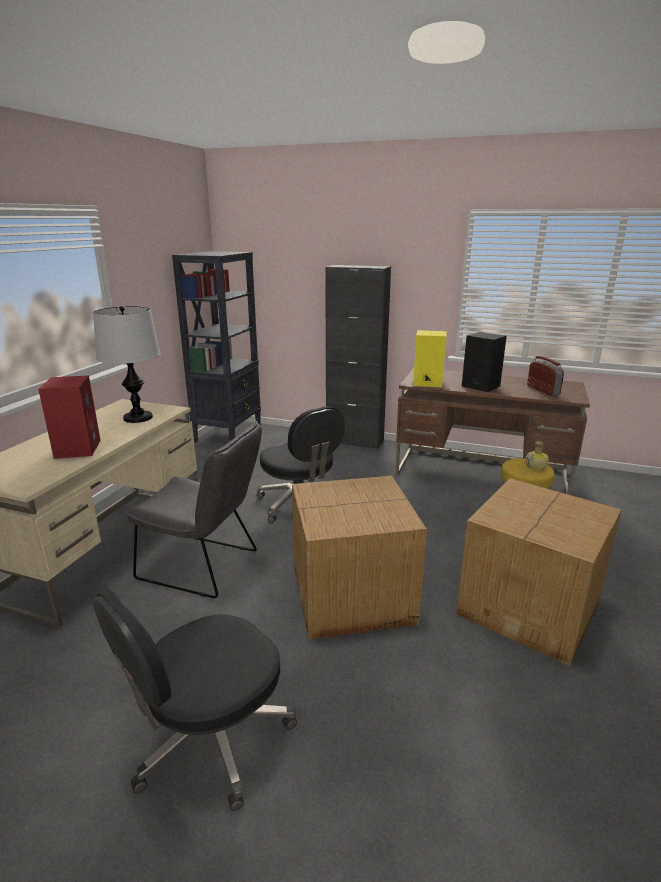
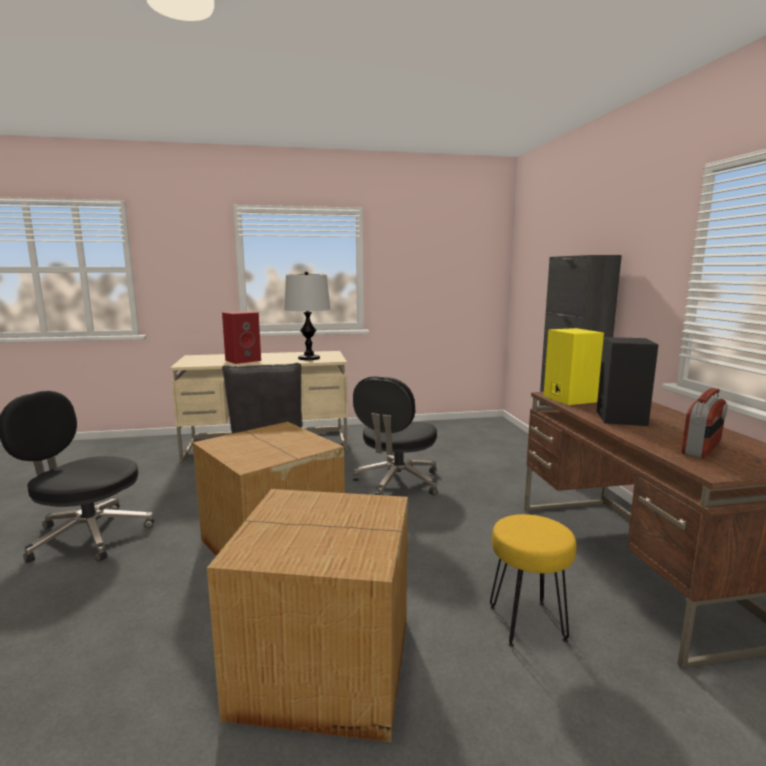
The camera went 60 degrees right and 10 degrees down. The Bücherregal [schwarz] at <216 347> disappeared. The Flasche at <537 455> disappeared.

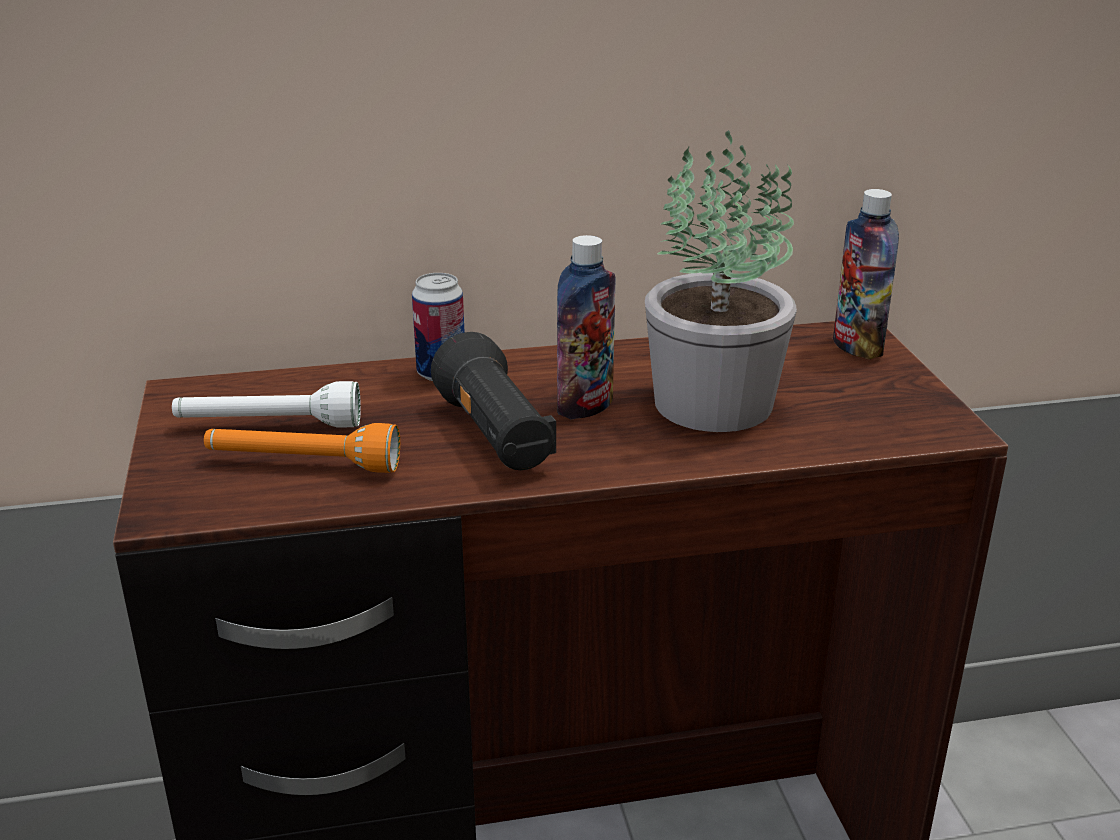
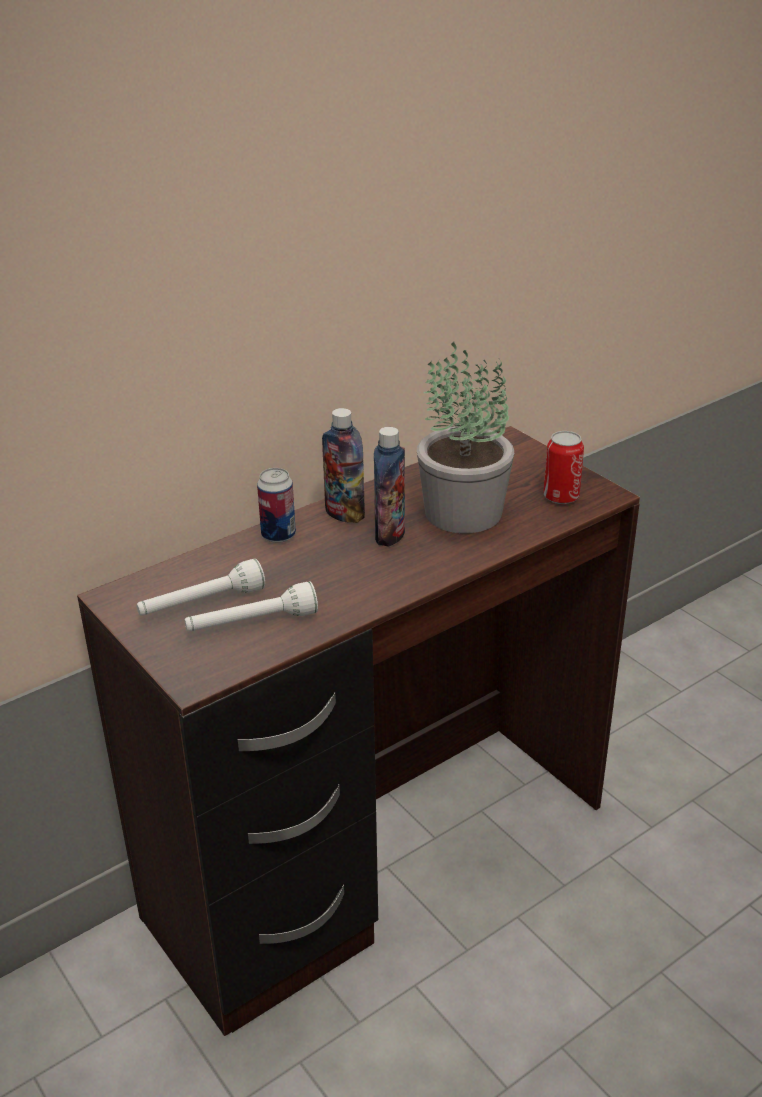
The camera went 25 degrees left and 5 degrees up. The Taschenlampe [orange] at <302 448> became the Taschenlampe [weiß] at <251 606>. The Taschenlampe [schwarz] at <493 401> disappeared. The Flasche moved from <866 274> to <343 465>. The Dose at <563 467> appeared.

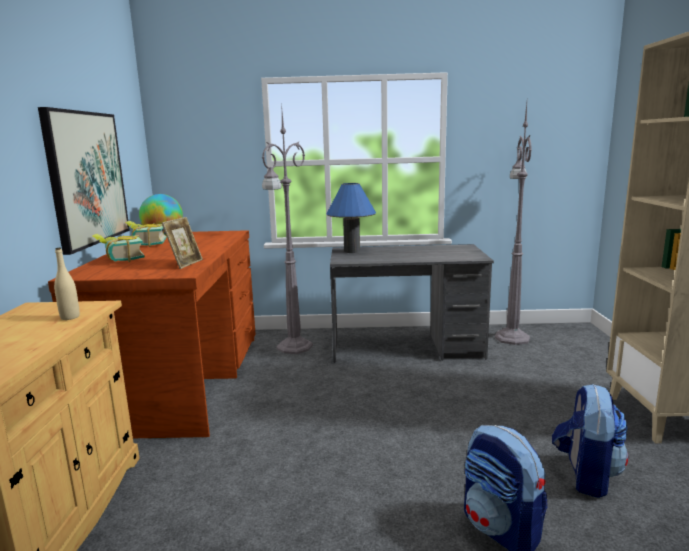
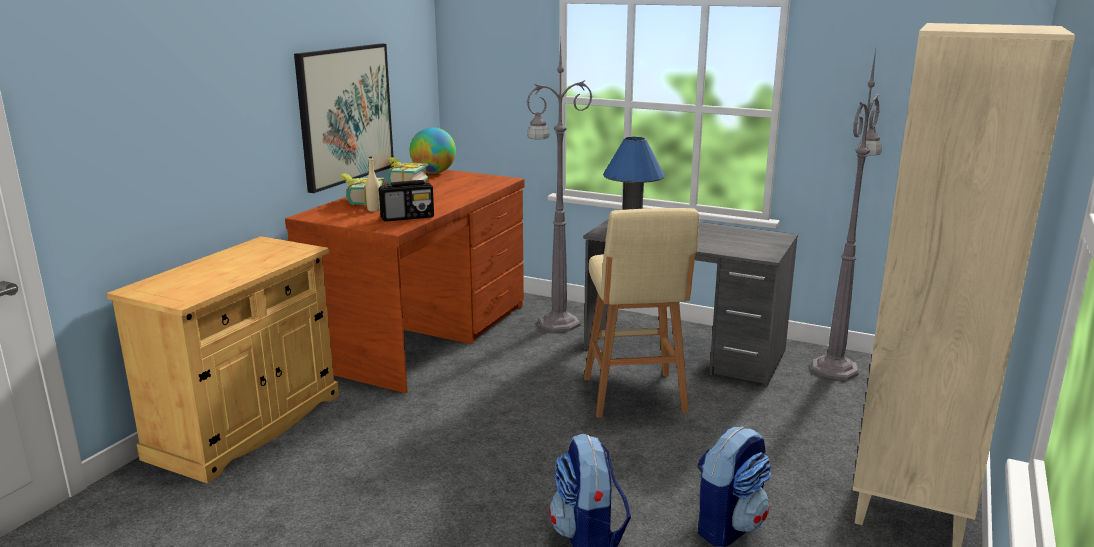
The camera went 25 degrees right and 5 degrees up. The Flasche [beige] moved from <67 284> to <373 184>. The Bilderrahmen at <182 243> was replaced by the Radio at <406 201>. The Hocker [beige] at <641 313> appeared.

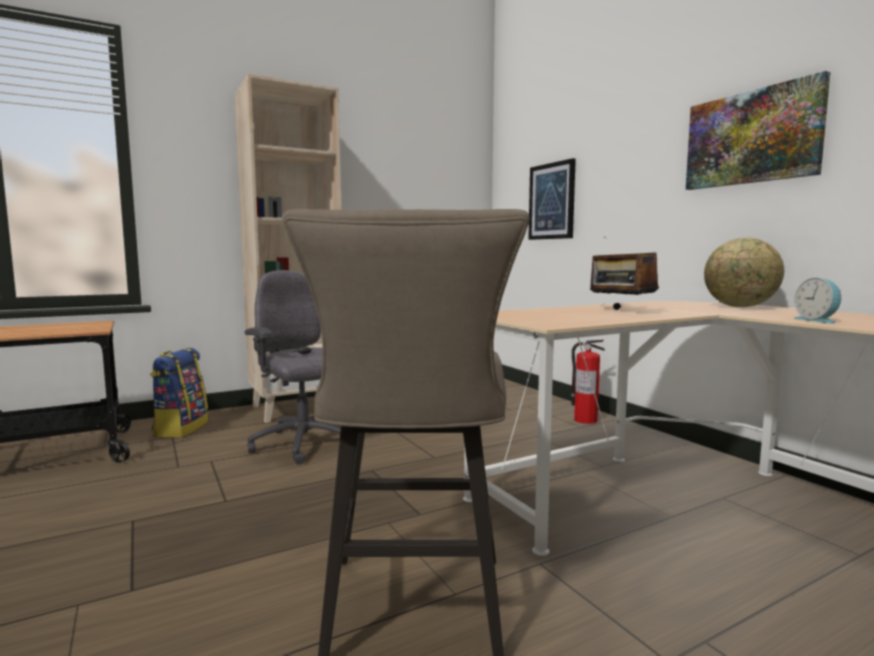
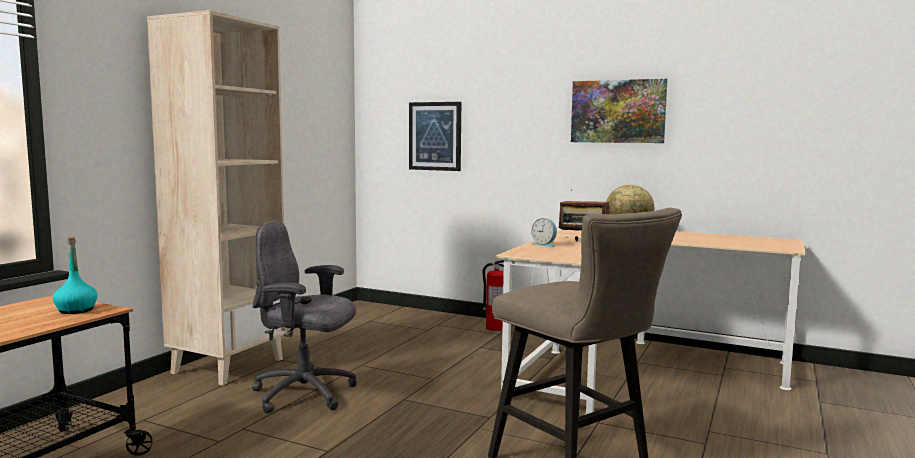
The camera went 35 degrees left and 0 degrees up. The Rucksack at <179 392> disappeared. The Wecker moved from <817 300> to <544 232>. The Flasche [türkis] at <75 275> appeared.

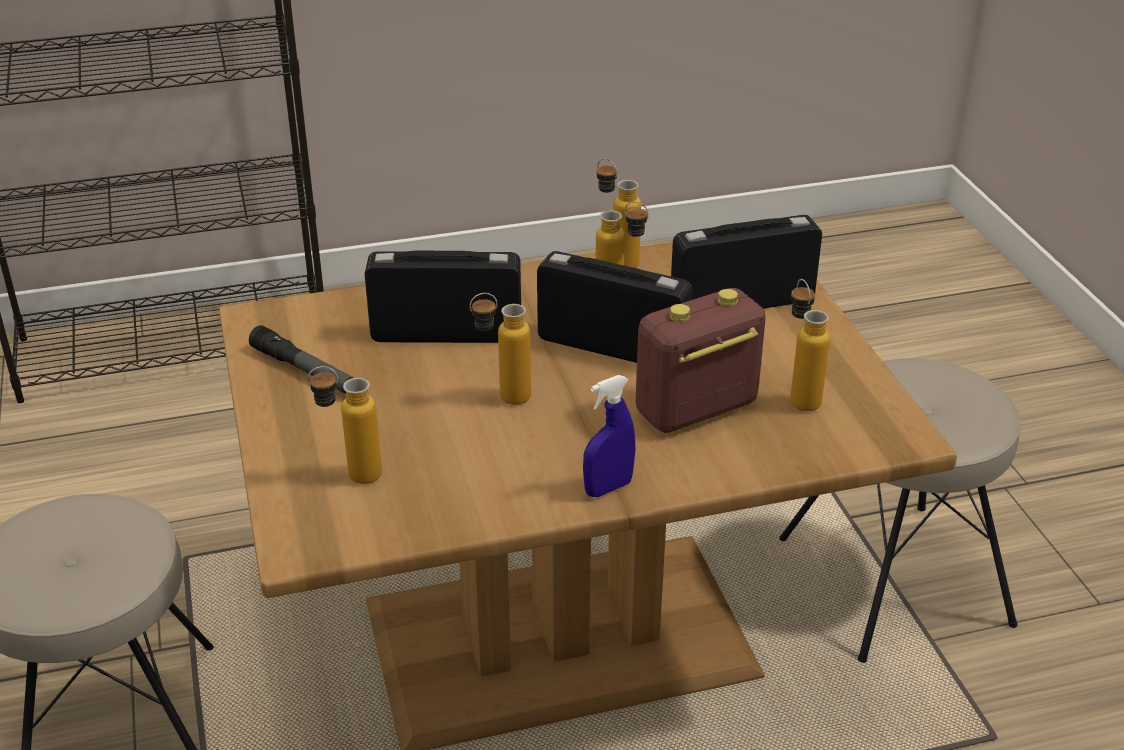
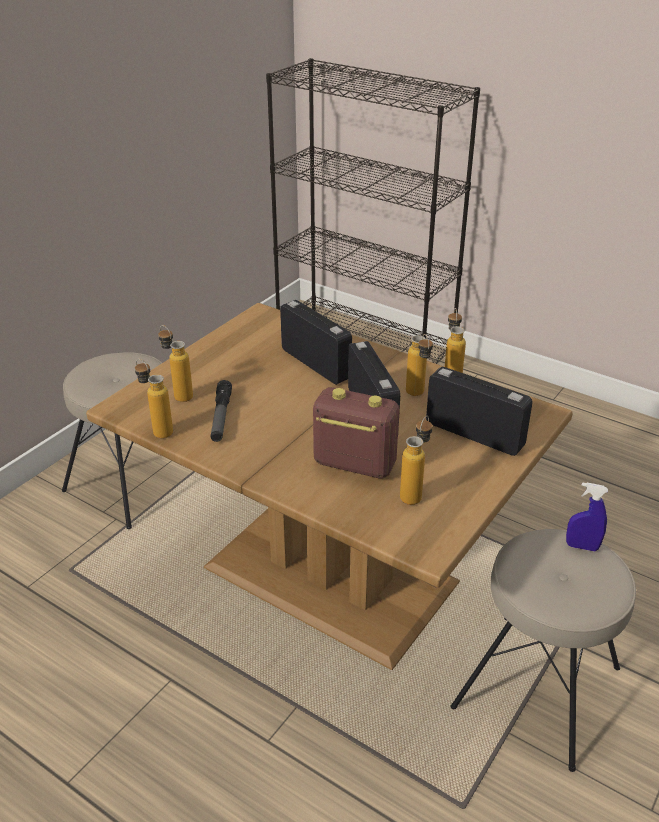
The camera went 50 degrees right and 0 degrees up. The Taschenlampe moved from <301 359> to <221 411>. The Flasche moved from <500 349> to <154 399>. The Sprühflasche [blau] moved from <609 436> to <587 516>.

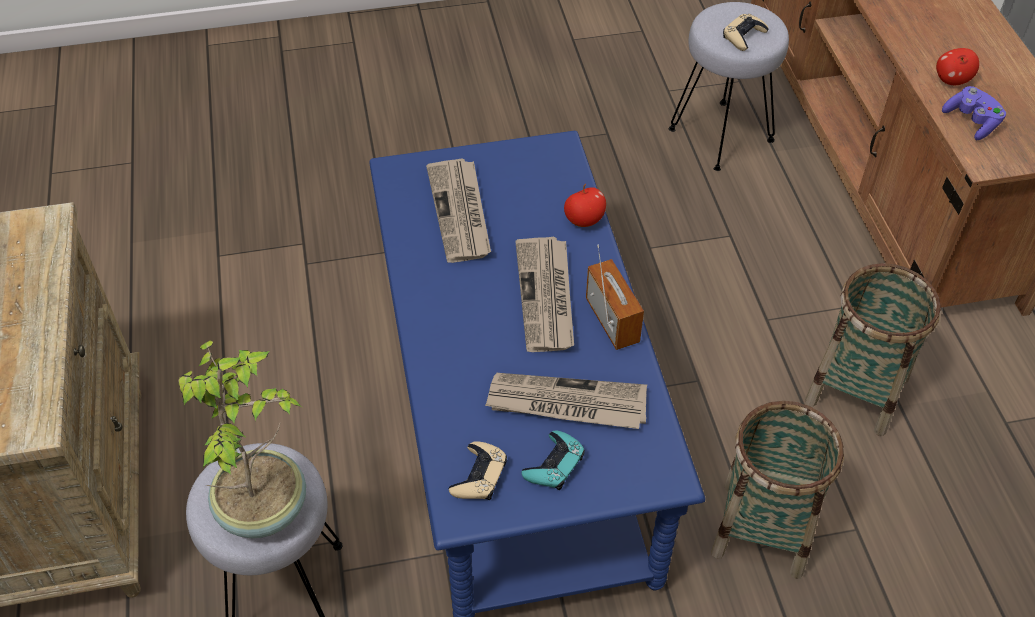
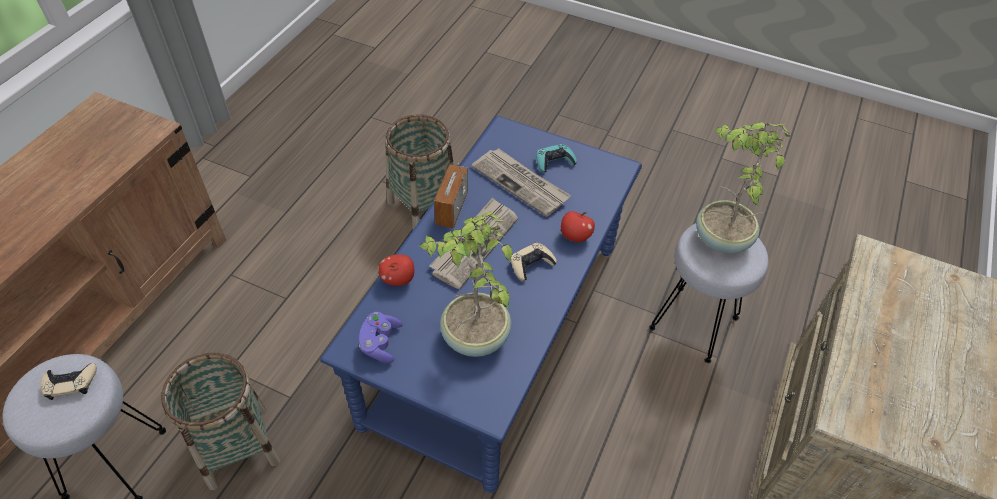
The camera went 145 degrees left and 0 degrees up. The Zeitung at <458 210> was replaced by the Topfpflanze at <465 284>. The Gamepad [beige] moved from <478 470> to <534 262>. The Korb moved from <873 349> to <220 421>. The Apfel moved from <957 66> to <578 226>. The Gamepad [lila] moved from <974 113> to <380 337>.

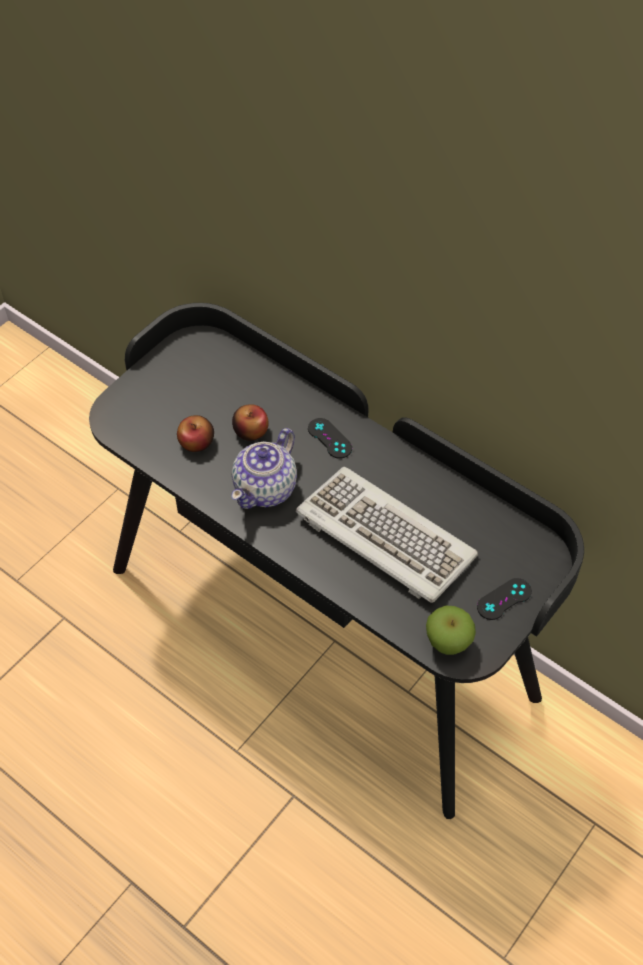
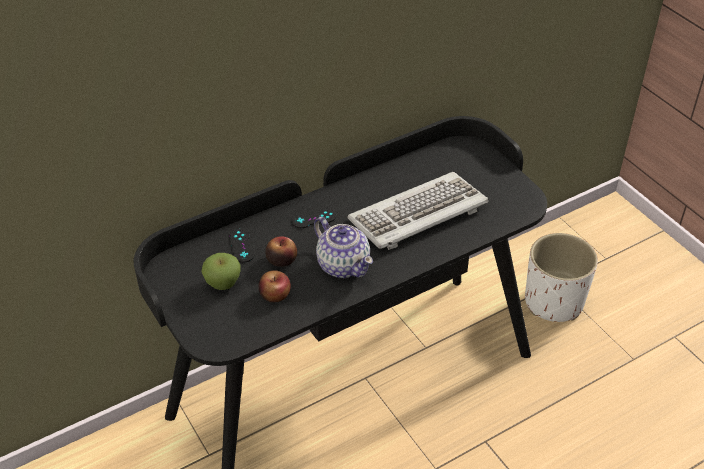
The camera went 70 degrees left and 10 degrees down. The Apfel moved from <451 630> to <221 271>. The Gamepad [schwarz] moved from <504 599> to <242 246>. The Pflanzkübel [weiß] at <561 277> appeared.

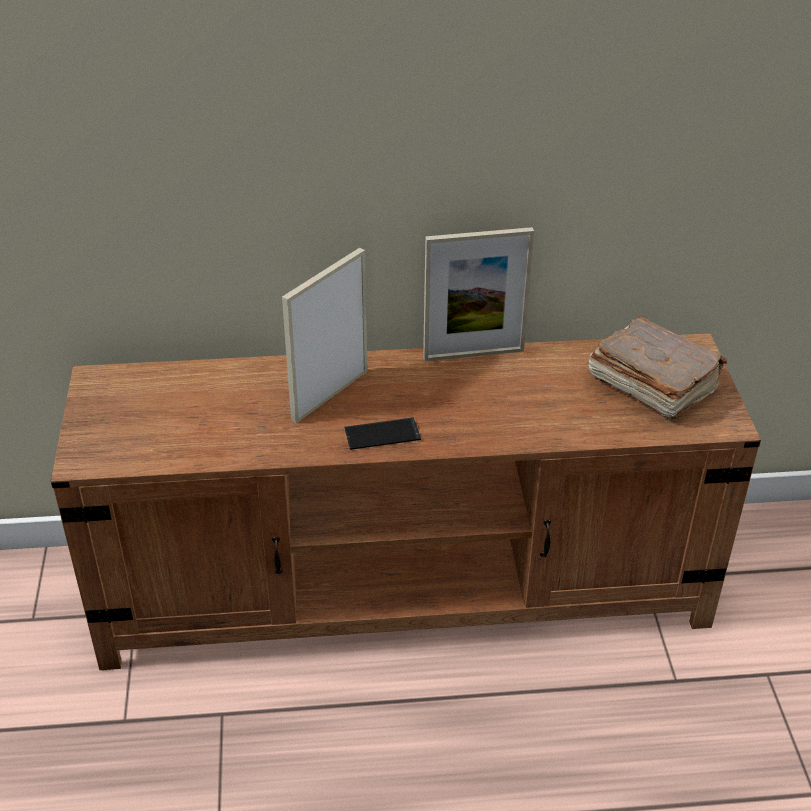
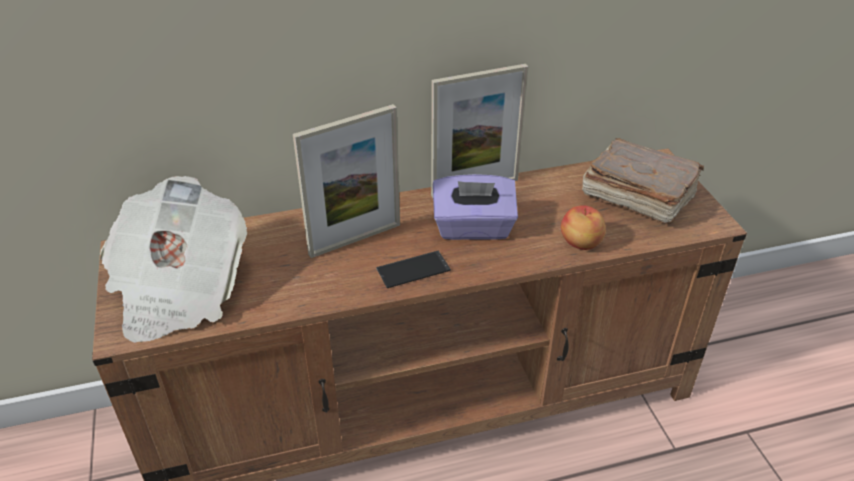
The camera went 10 degrees left and 0 degrees up. The Bilderrahmen at <324 335> turned 150 degrees counterclockwise. The Zeitung at <173 259> appeared. The Taschentuchbox [lila] at <475 207> appeared. The Apfel at <583 227> appeared.

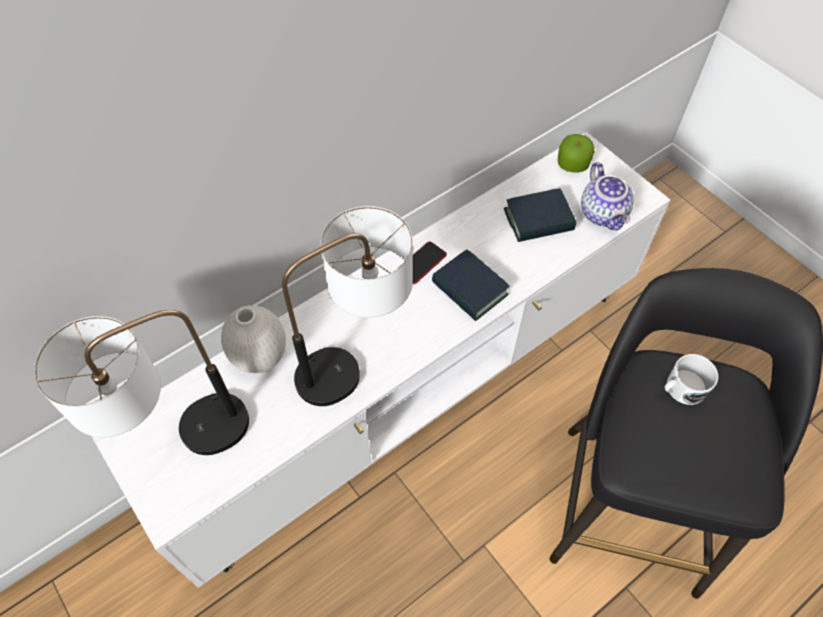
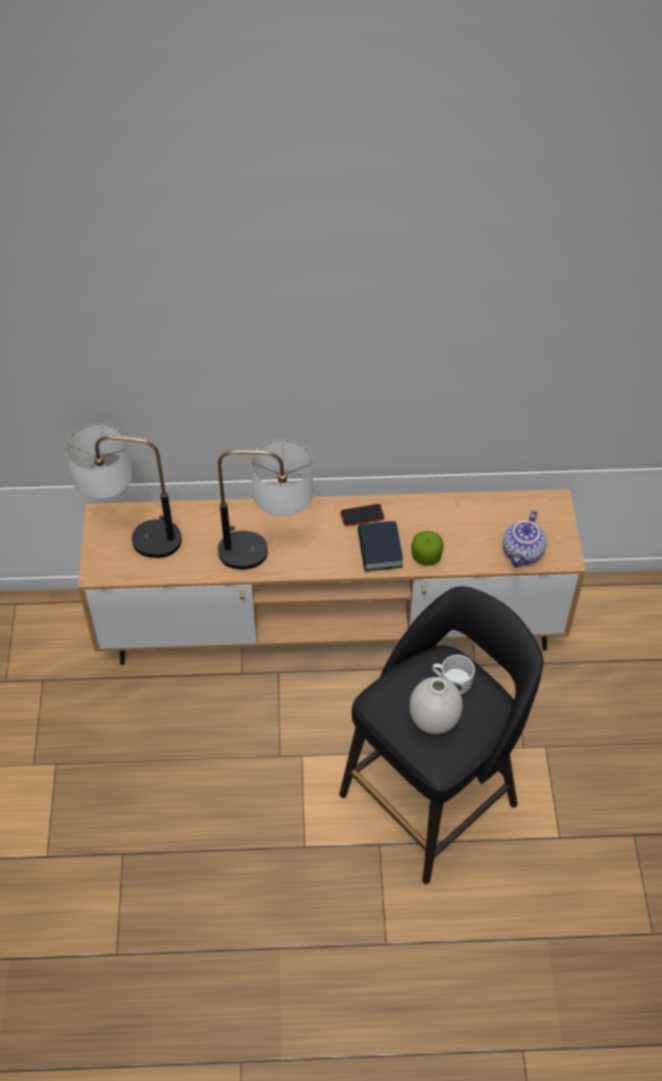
The camera went 35 degrees right and 5 degrees down. The Fernsehschrank [weiß] at <381 360> became the Fernsehschrank [braun] at <332 577>. The Vase [weiß] moved from <253 339> to <436 705>. The Buch at <540 215> disappeared. The Apfel moved from <576 153> to <427 548>.

